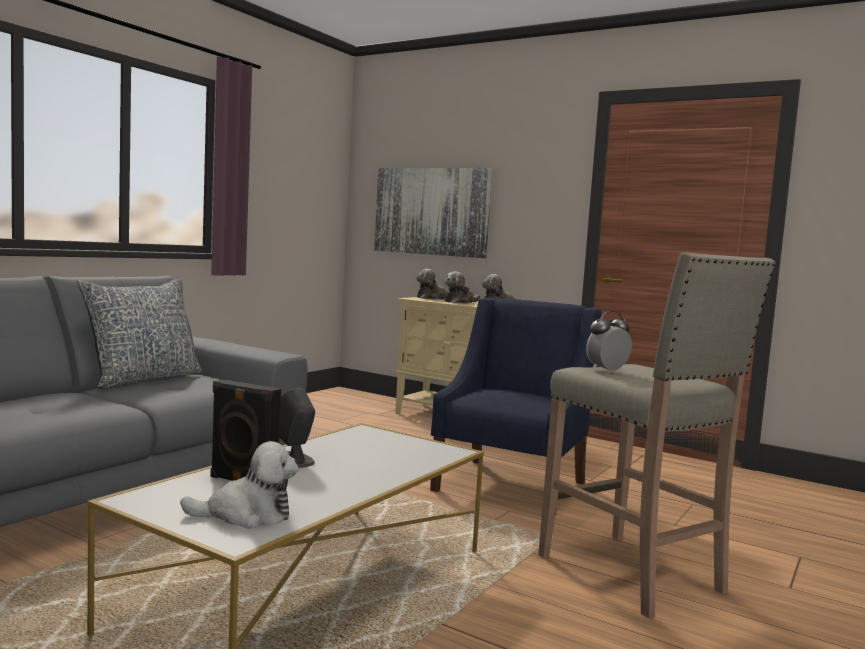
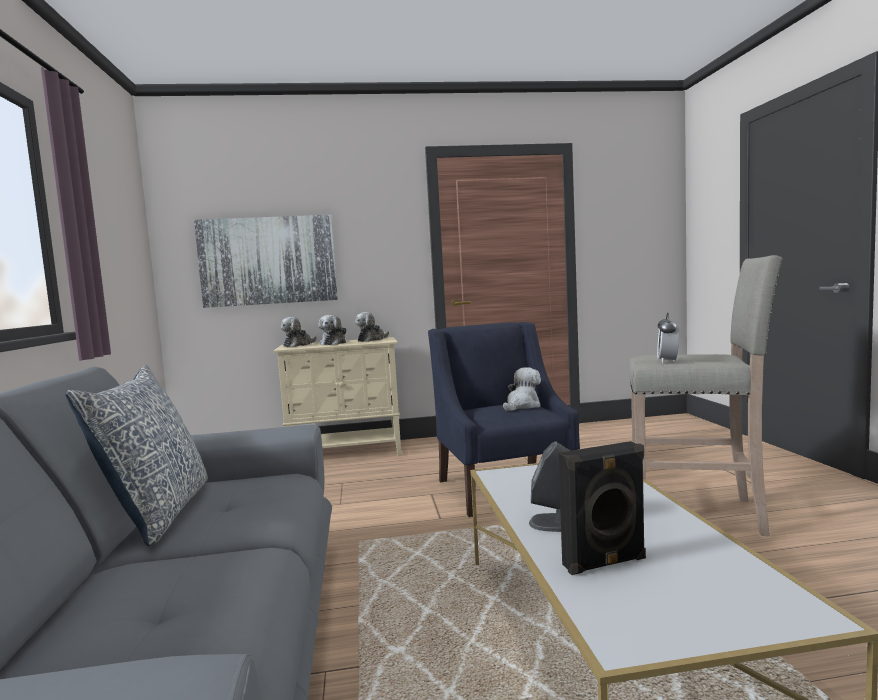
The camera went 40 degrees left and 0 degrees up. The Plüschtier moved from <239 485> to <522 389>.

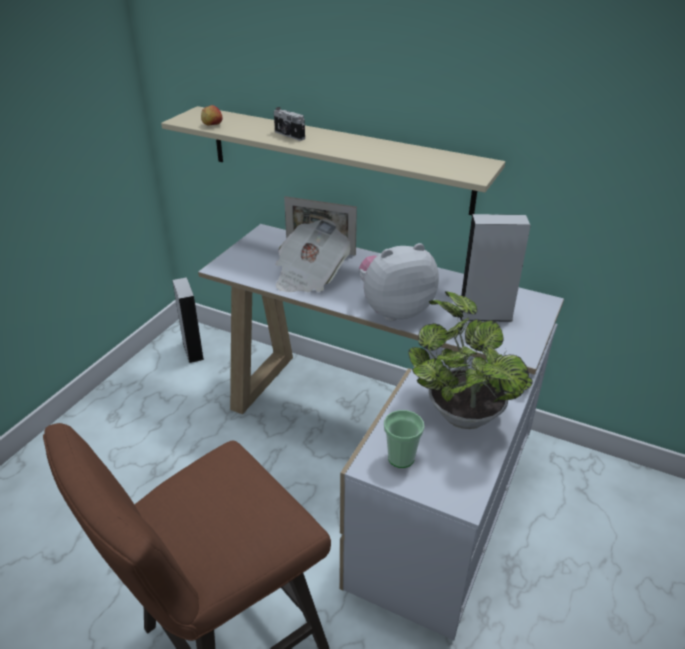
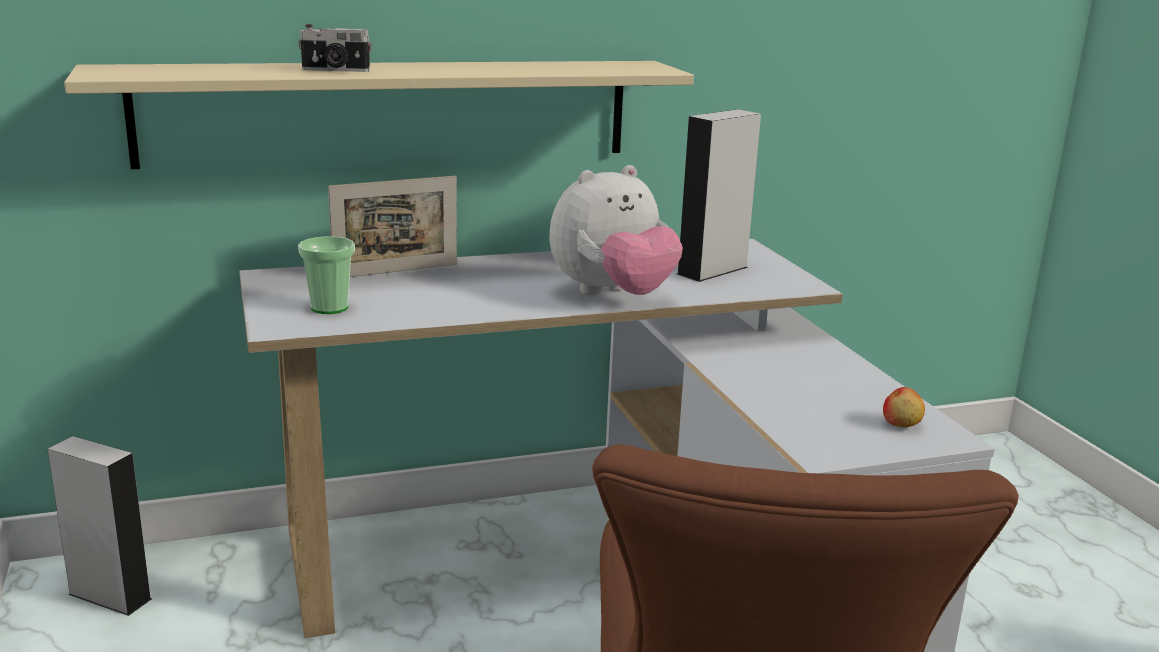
The camera went 45 degrees left and 15 degrees down. The Apfel moved from <211 115> to <904 407>. The Zeitung at <313 255> disappeared. The Plüschtier at <399 282> turned 150 degrees counterclockwise. The Tasse moved from <404 439> to <326 275>. The Topfpflanze at <470 360> disappeared.

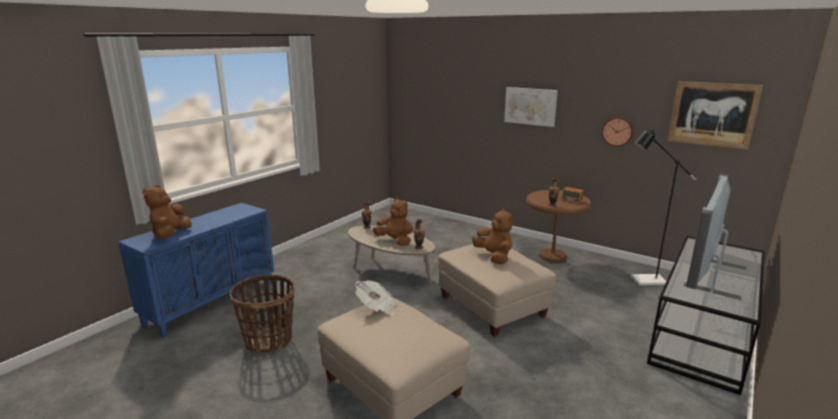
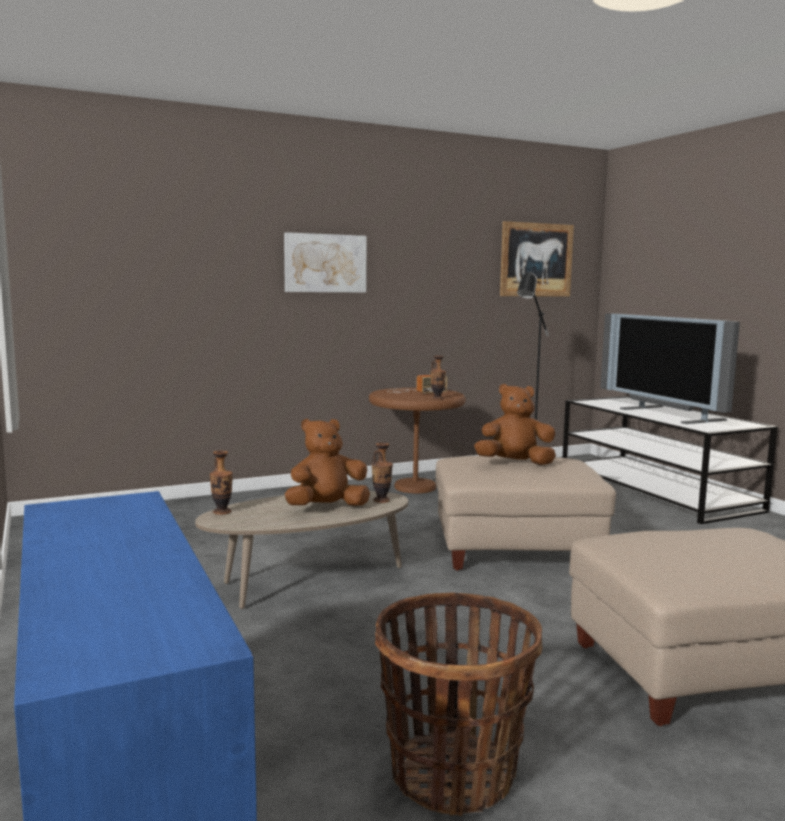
The camera went 60 degrees left and 10 degrees down. The Plüschtier [braun] at <167 212> disappeared. The Zeitung at <375 298> disappeared. The Wanduhr at <618 132> disappeared.

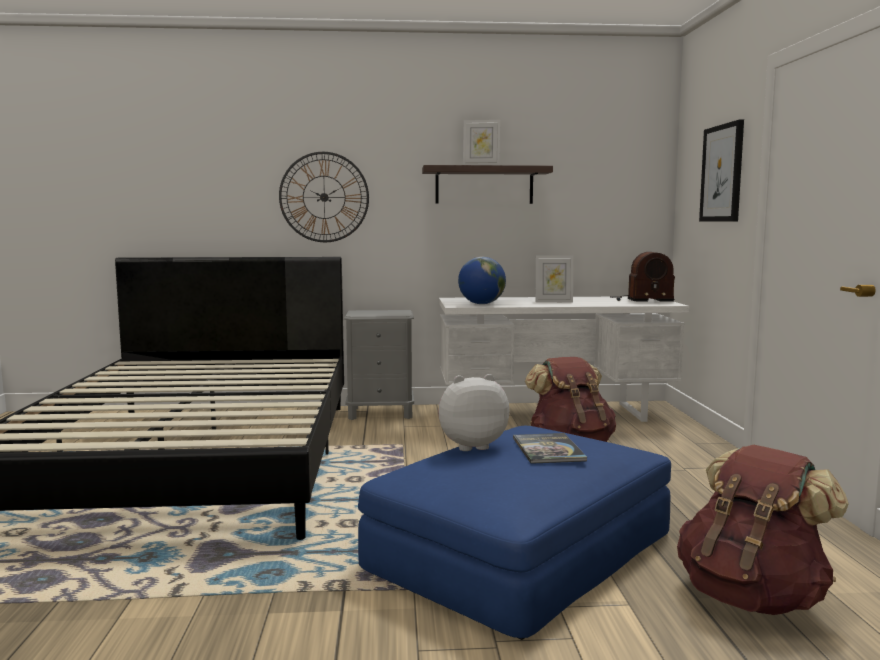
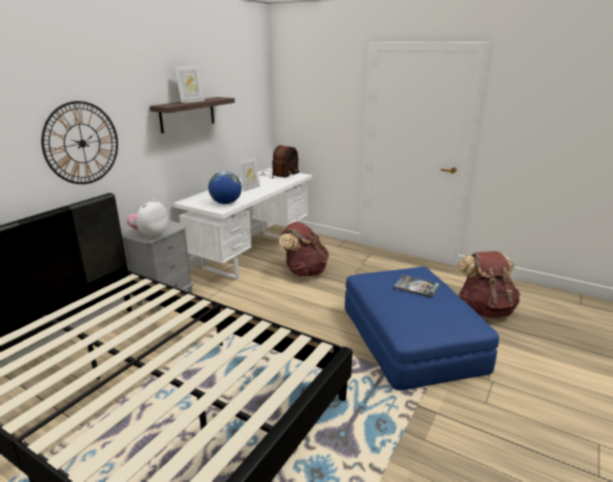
The camera went 55 degrees left and 15 degrees up. The Plüschtier moved from <474 412> to <147 219>. The Bild at <721 170> disappeared.

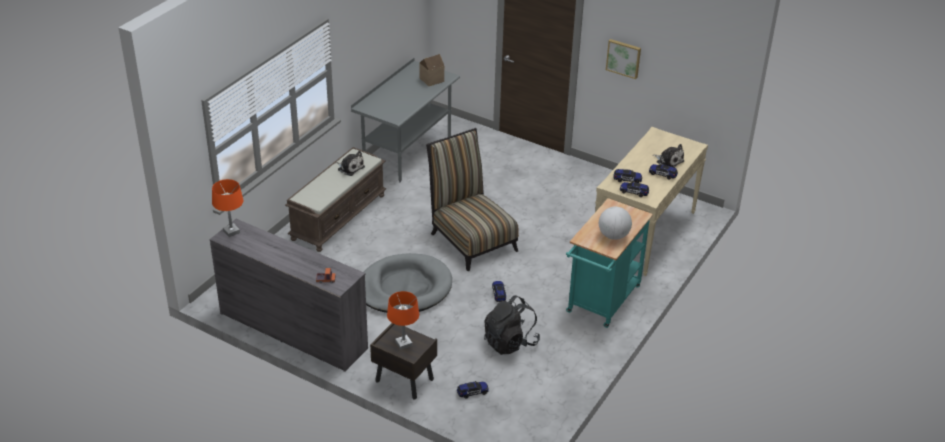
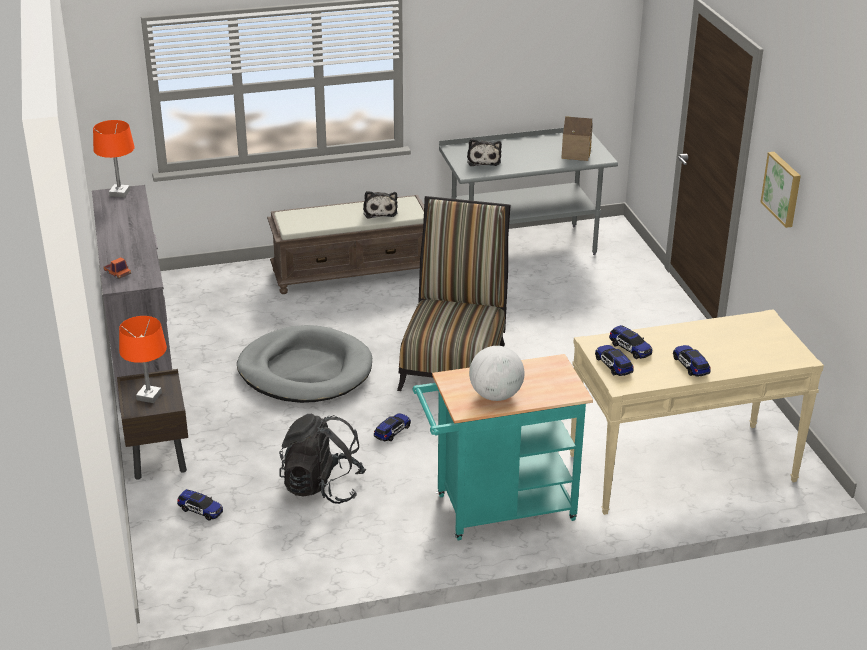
The camera went 45 degrees right and 5 degrees down. The Plüschtier moved from <668 156> to <484 152>.

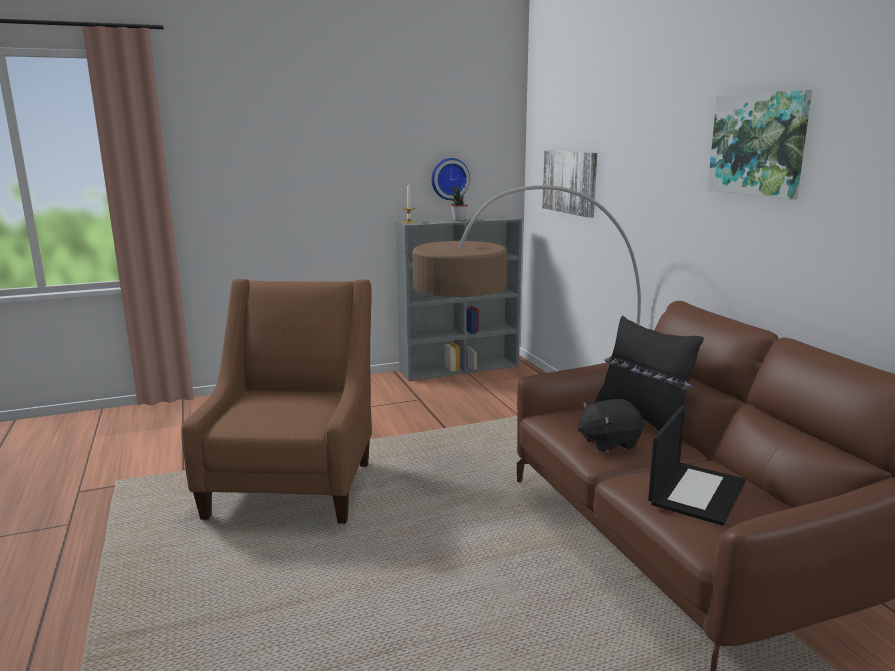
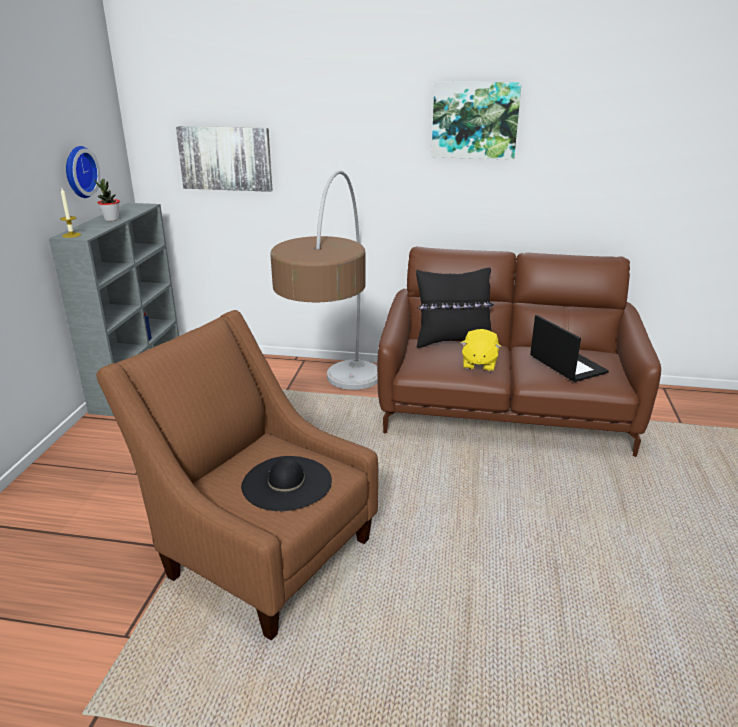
The camera went 60 degrees left and 10 degrees up. The Plüschtier [schwarz] at <610 426> became the Plüschtier [gelb] at <481 350>. The Hut [schwarz] at <286 483> appeared.

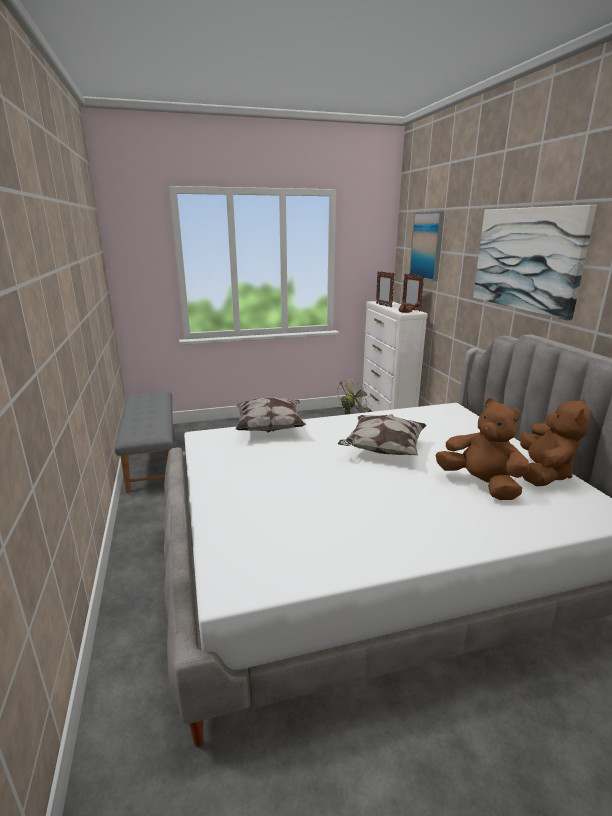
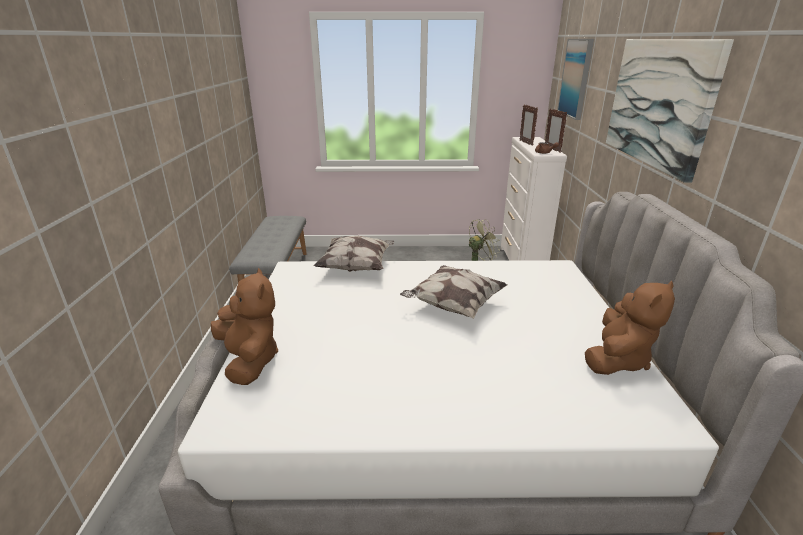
The camera went 15 degrees right and 5 degrees up. The Plüschtier [braun] moved from <483 449> to <244 326>.

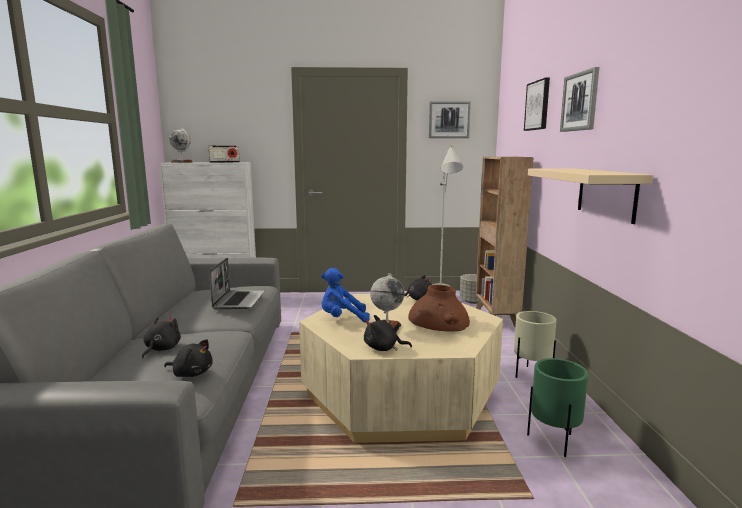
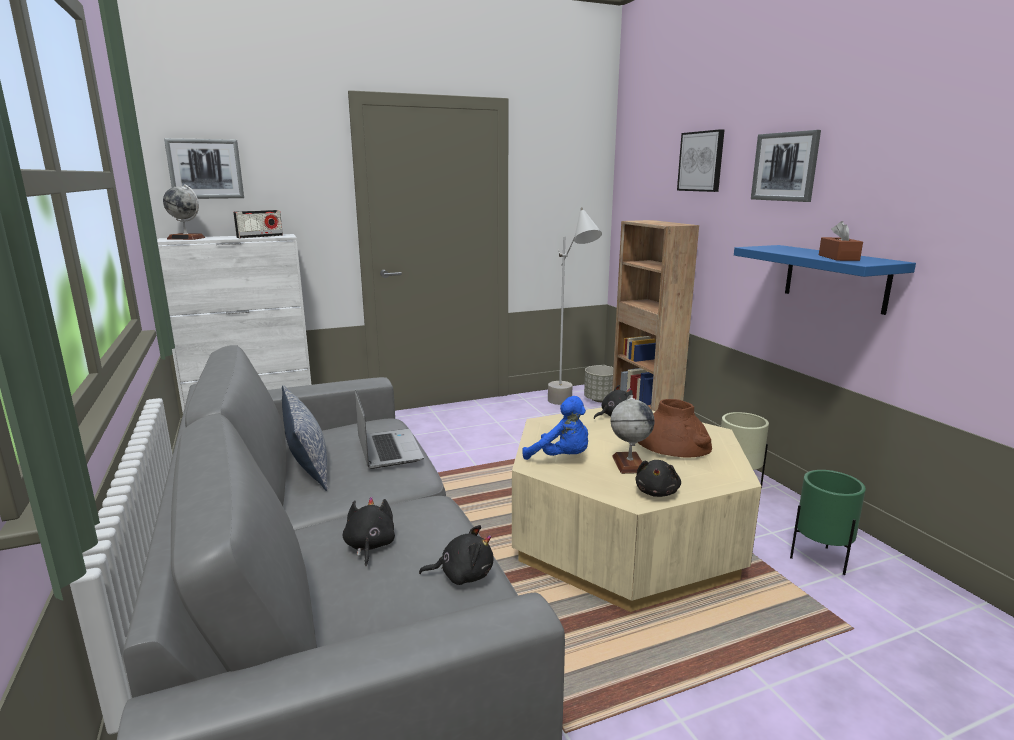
The camera went 20 degrees left and 5 degrees up. The Plüschtier [blau] at <345 295> turned 120 degrees counterclockwise. The Plüschtier [schwarz] at <388 333> turned 60 degrees counterclockwise. The Bild moved from <450 119> to <204 168>. The Wandregal [beige] at <590 196> became the Wandregal [blau] at <825 280>. The Kissen at <305 438> appeared. The Taschentuchbox [braun] at <841 241> appeared.

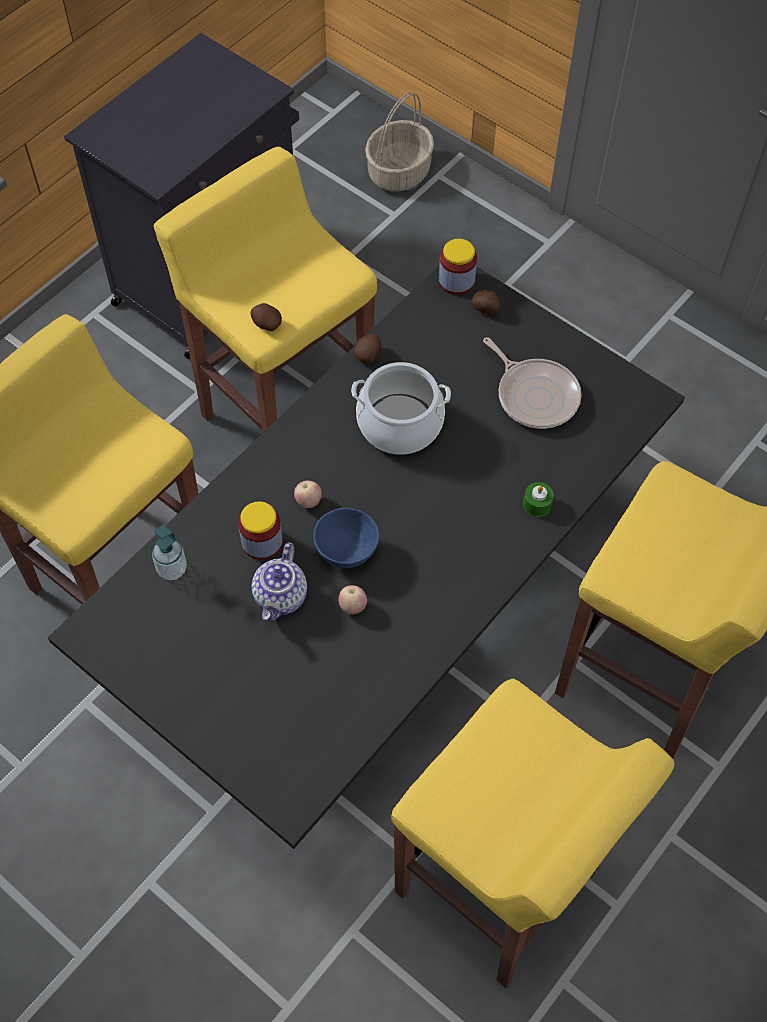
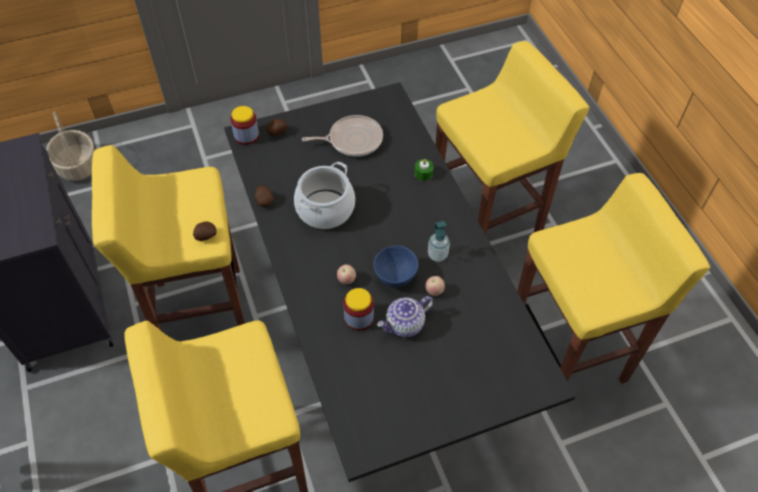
The camera went 60 degrees left and 5 degrees down. The Seifenspender moved from <169 552> to <439 241>. The Teekanne at <279 581> turned 105 degrees clockwise.

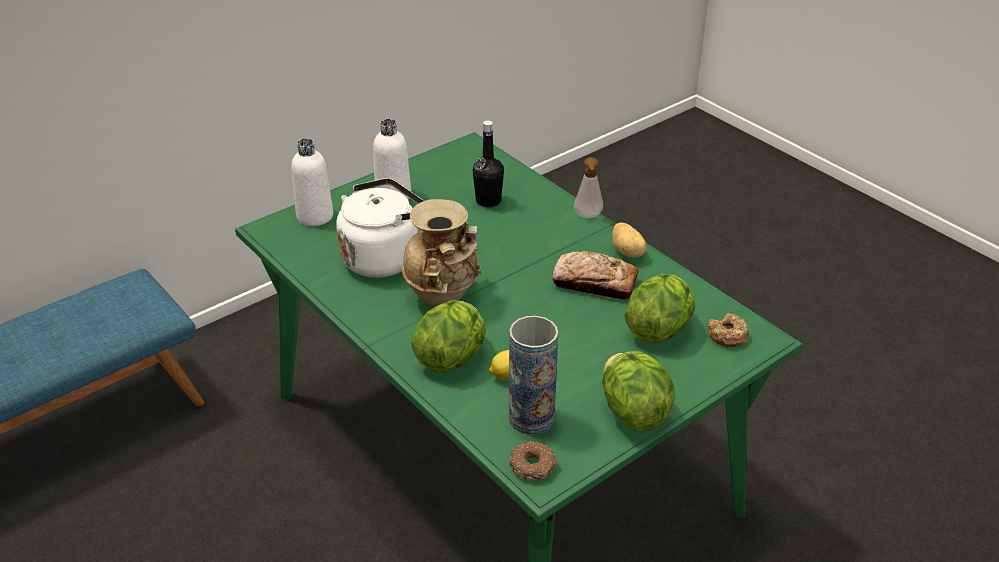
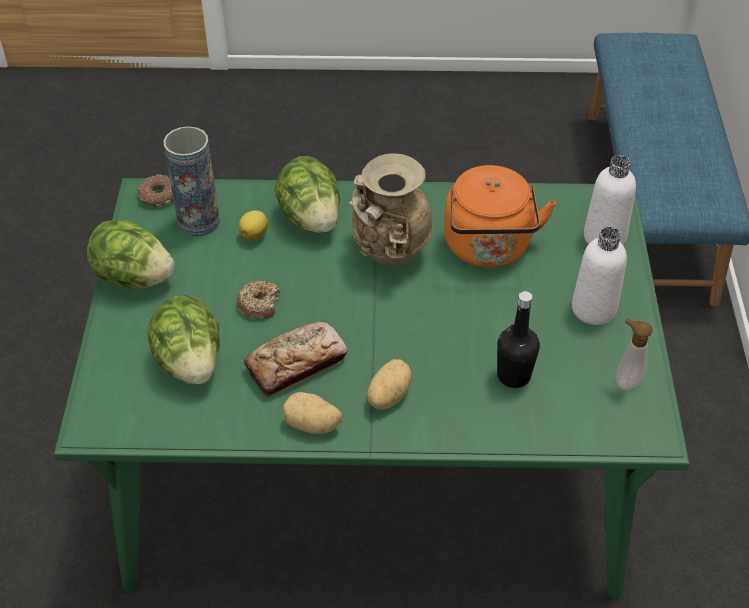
The camera went 130 degrees right and 10 degrees up. The Wasserkessel [weiß] at <380 228> became the Wasserkessel [orange] at <500 216>. The Seifenspender moved from <588 187> to <634 354>. The Donut moved from <728 330> to <258 300>. The Kartoffel at <389 384> appeared.

